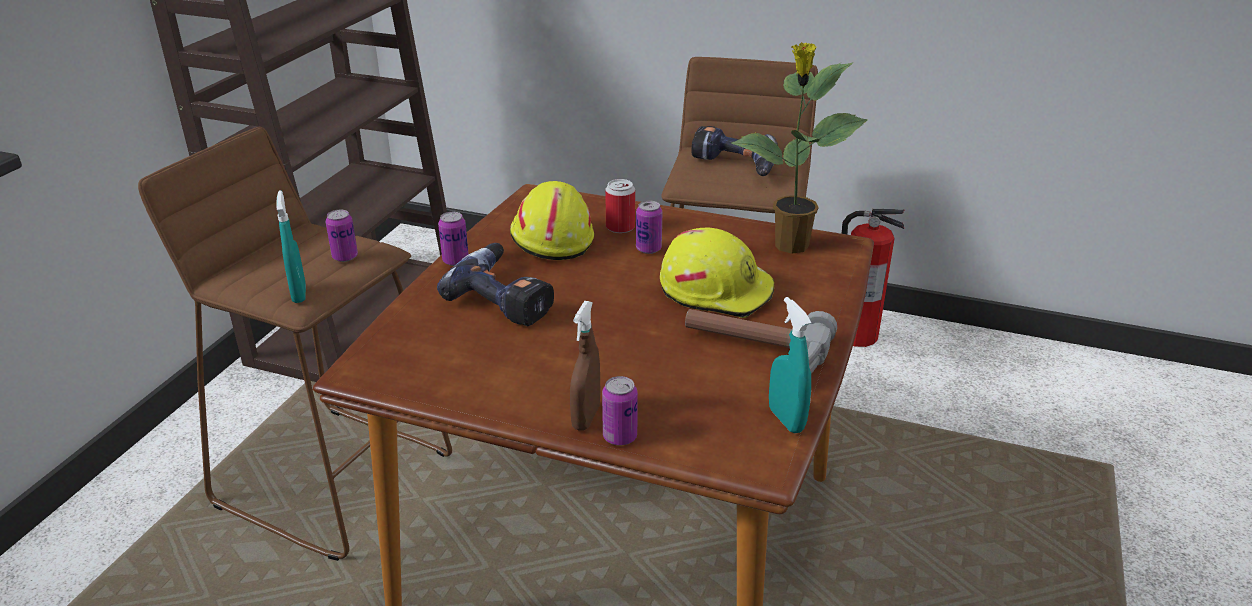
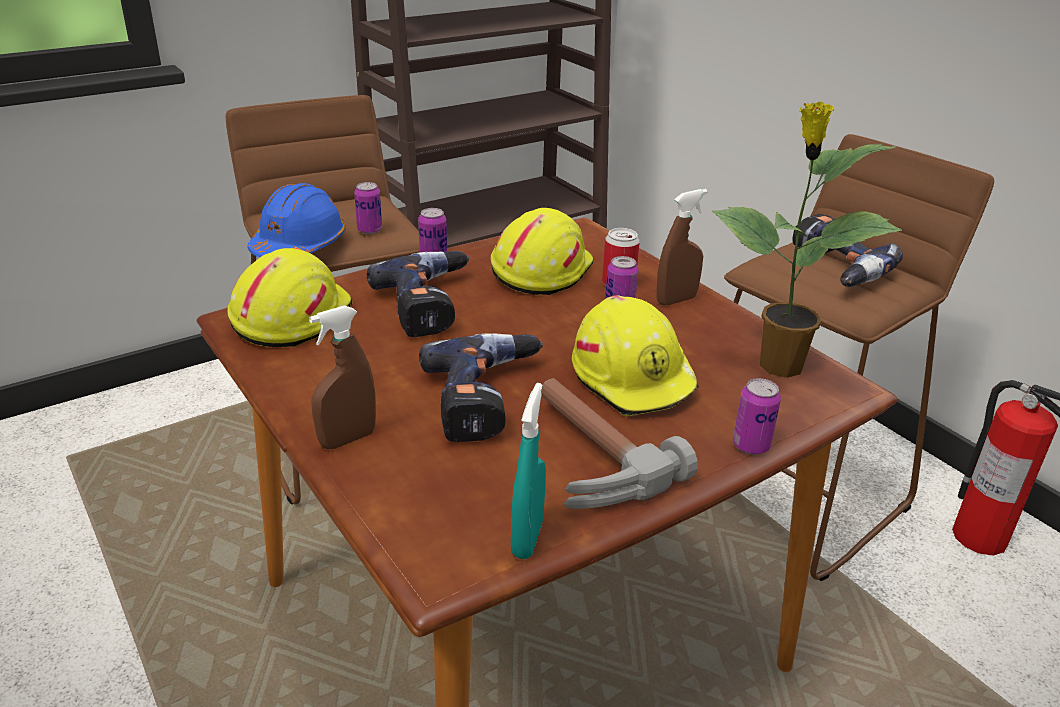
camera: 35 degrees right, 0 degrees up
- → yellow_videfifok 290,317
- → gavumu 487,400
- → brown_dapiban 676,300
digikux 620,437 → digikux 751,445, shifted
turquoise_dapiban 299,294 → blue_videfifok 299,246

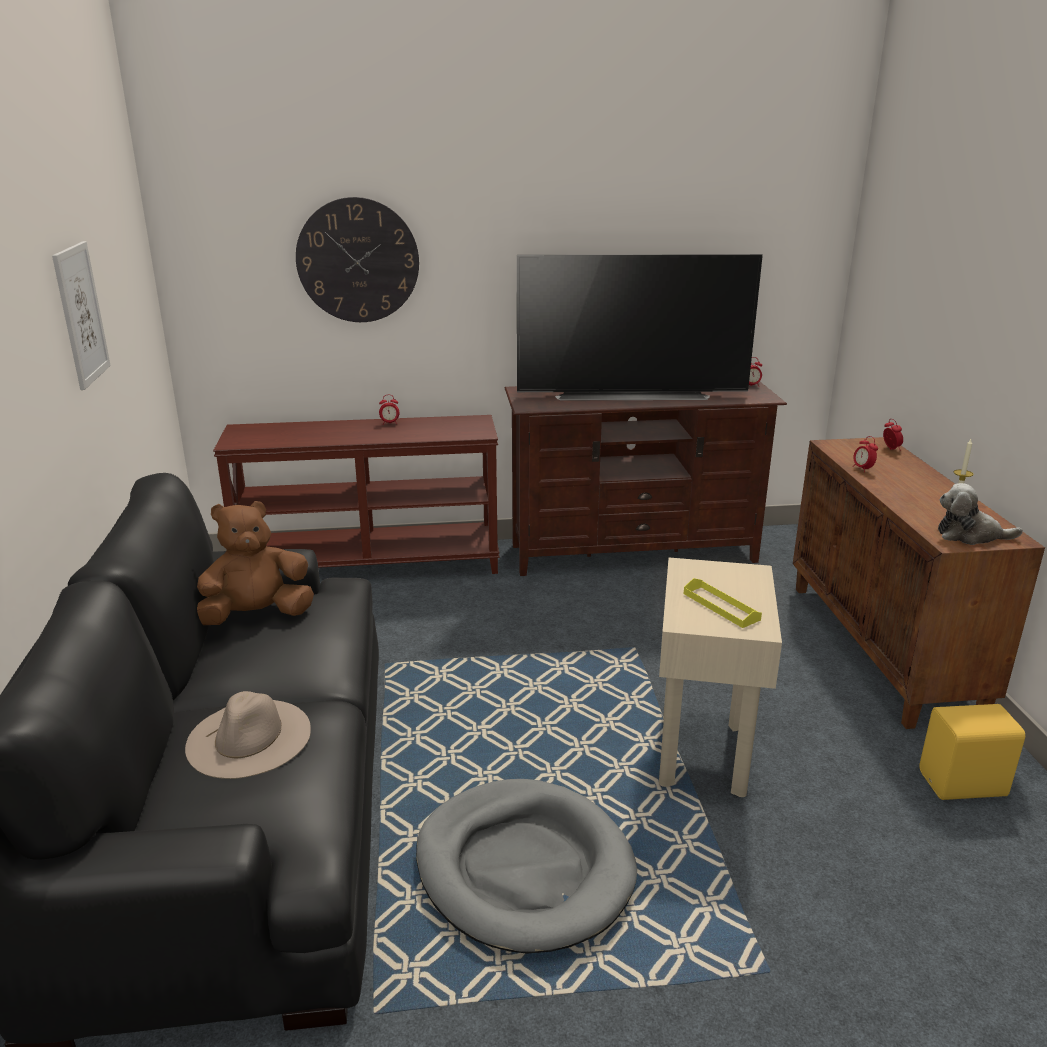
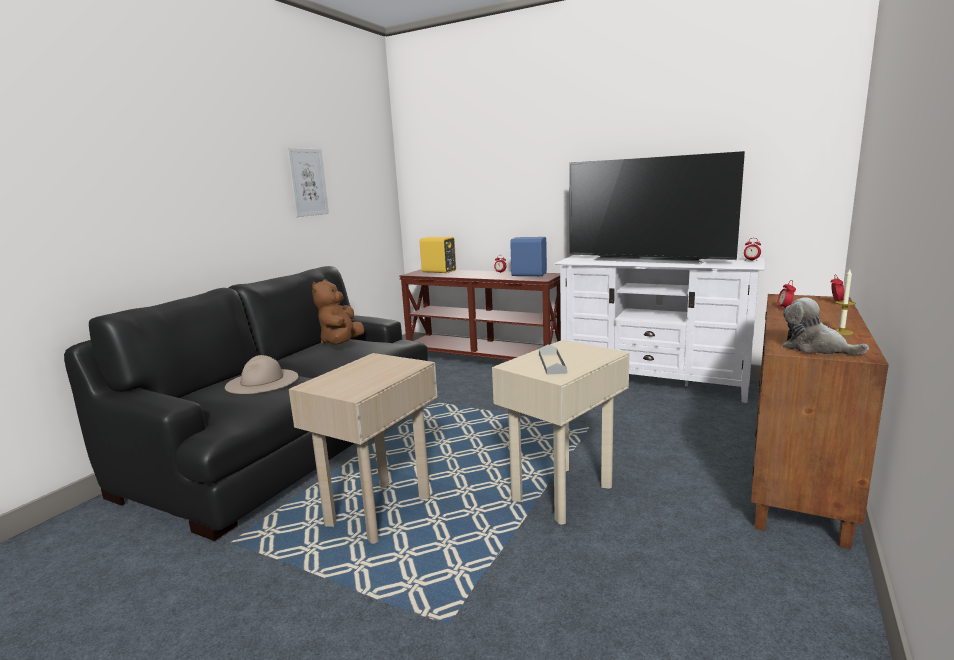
camera: 35 degrees right, 10 degrees down
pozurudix 358,261 → -
- → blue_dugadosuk 528,274
yellow_dugadosuk 964,785 → yellow_dugadosuk 439,271, shifted
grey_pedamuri 524,868 → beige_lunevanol 380,511
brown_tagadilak 633,553 → white_tagadilak 652,381
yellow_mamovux 721,606 → grey_mamovux 552,363
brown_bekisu 256,616 → brown_bekisu 341,343, 90 degrees counterclockwise

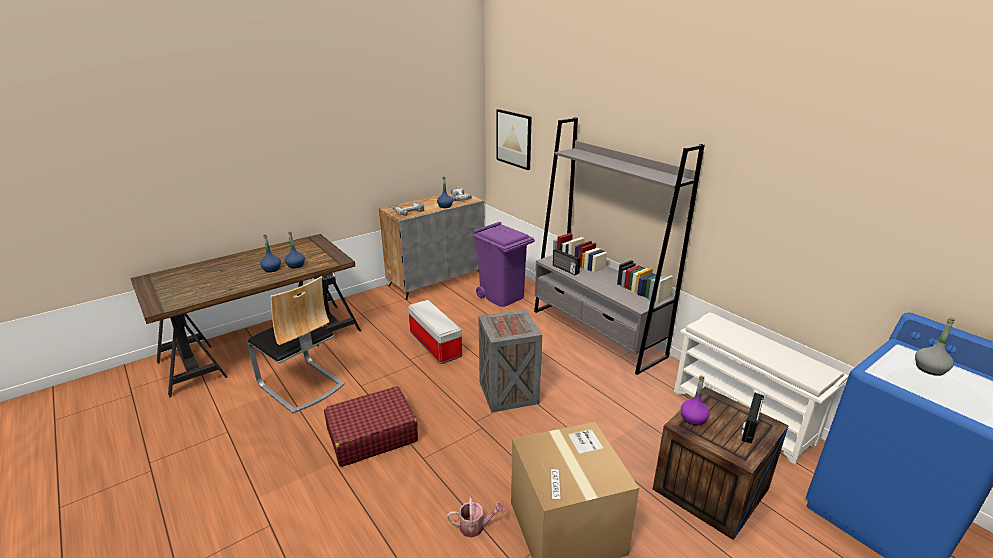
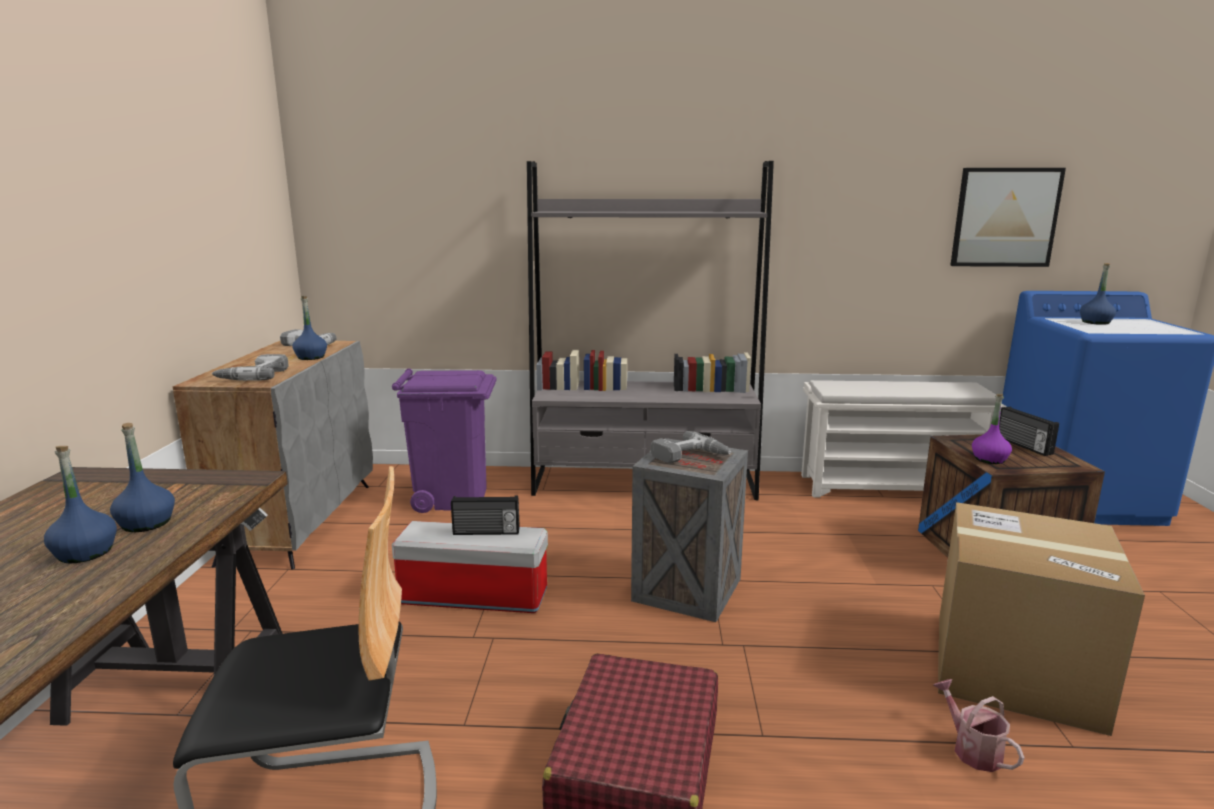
camera: 50 degrees left, 10 degrees down
- → gavumu 690,457
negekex 514,139 → negekex 1005,217, shifted
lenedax 565,269 → lenedax 486,532, shifted
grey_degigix 930,369 → blue_degigix 1095,322
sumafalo 475,526 → sumafalo 972,749, 60 degrees counterclockwise

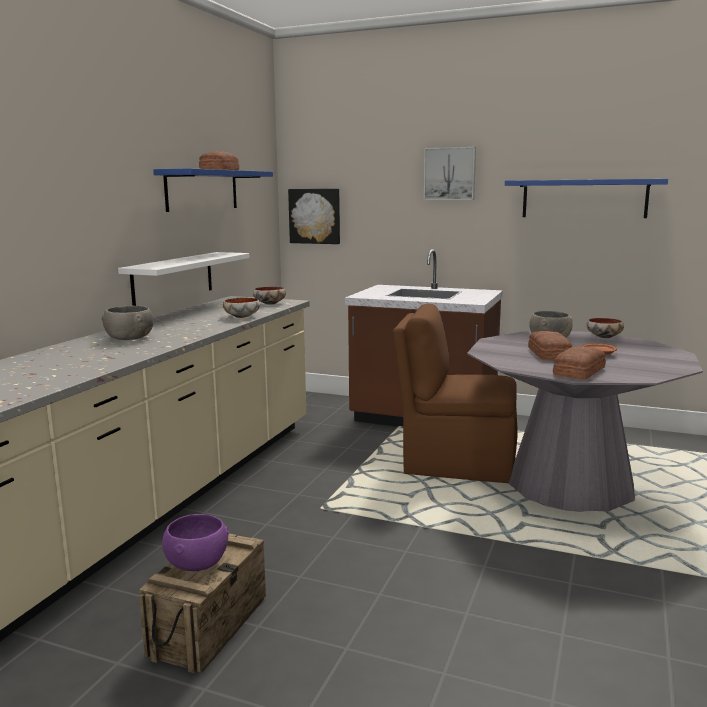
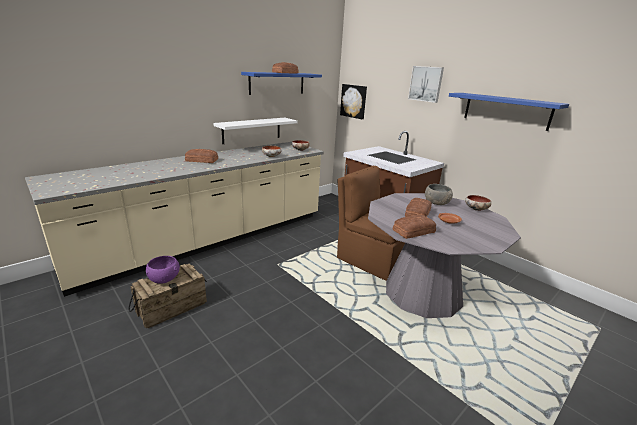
camera: 25 degrees right, 10 degrees up
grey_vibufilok 129,338 → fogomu 201,160

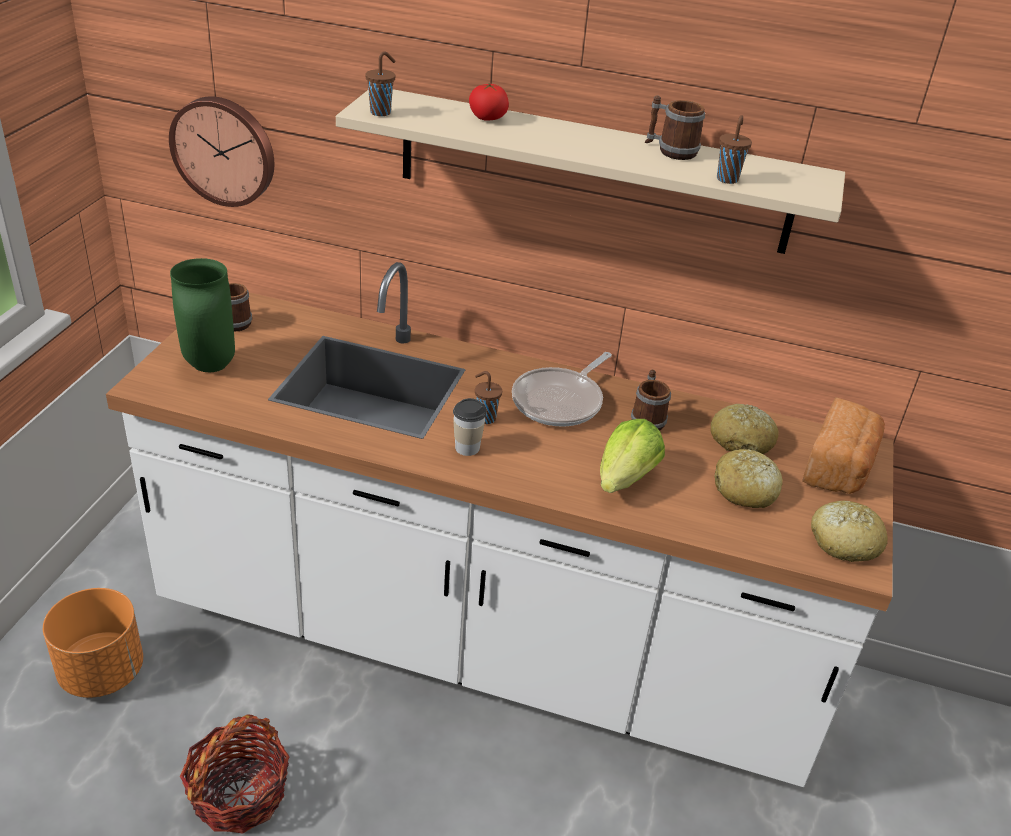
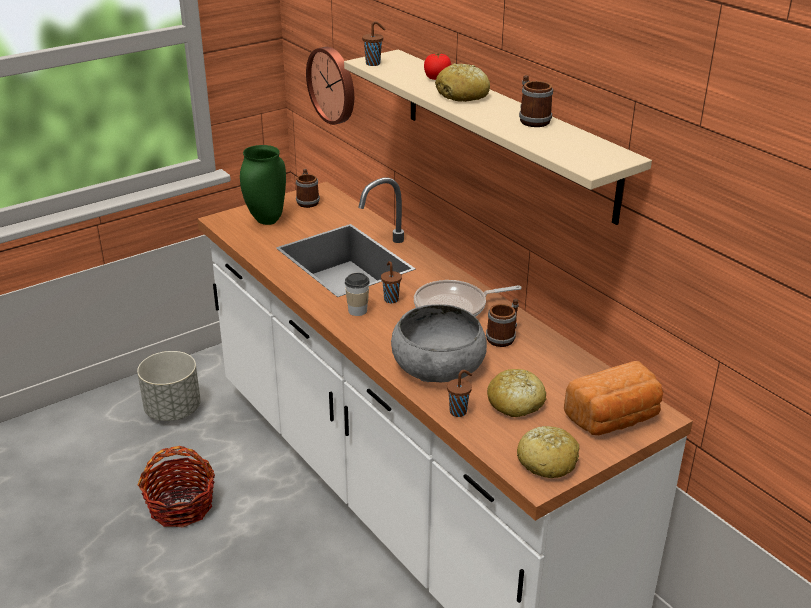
camera: 40 degrees right, 5 degrees down
fogomu 742,440 → fogomu 462,95, shifted
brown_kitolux 727,179 → brown_kitolux 459,411, shifted
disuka 626,478 → grey_vibufilok 438,364
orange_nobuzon 102,671 → grey_nobuzon 173,410

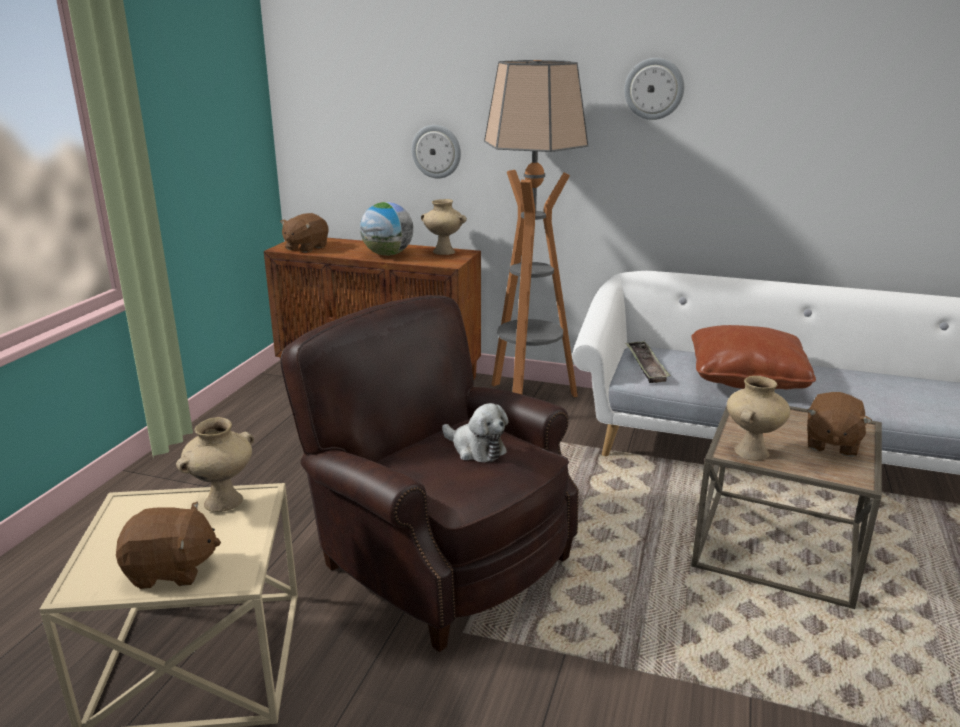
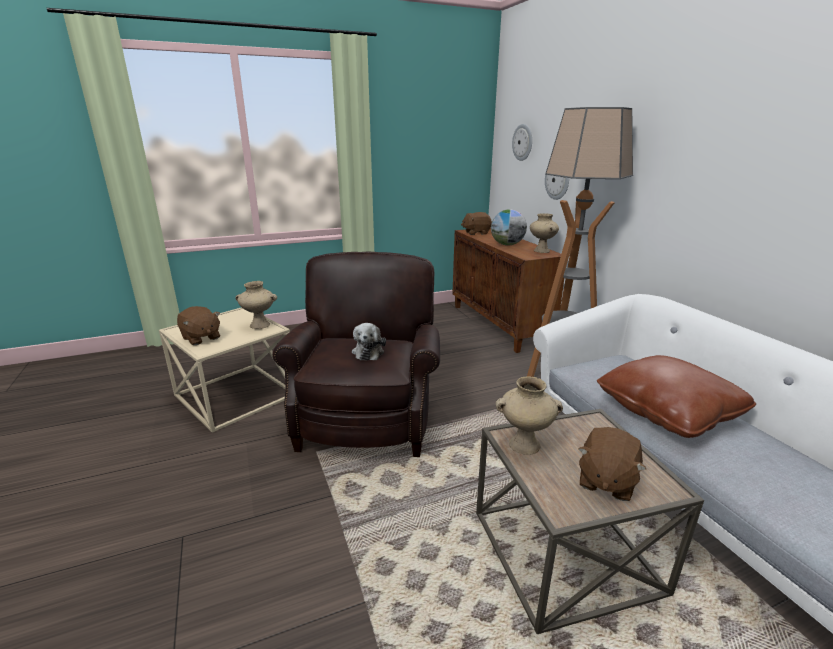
camera: 50 degrees right, 0 degrees up
mamovux 646,365 → -
pozurudix 654,89 → pozurudix 523,142, shifted
brown_bekisu 831,444 → brown_bekisu 605,480, 45 degrees counterclockwise

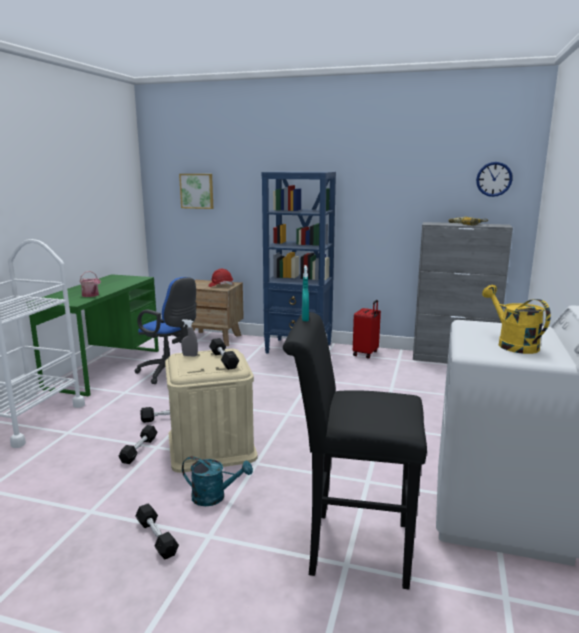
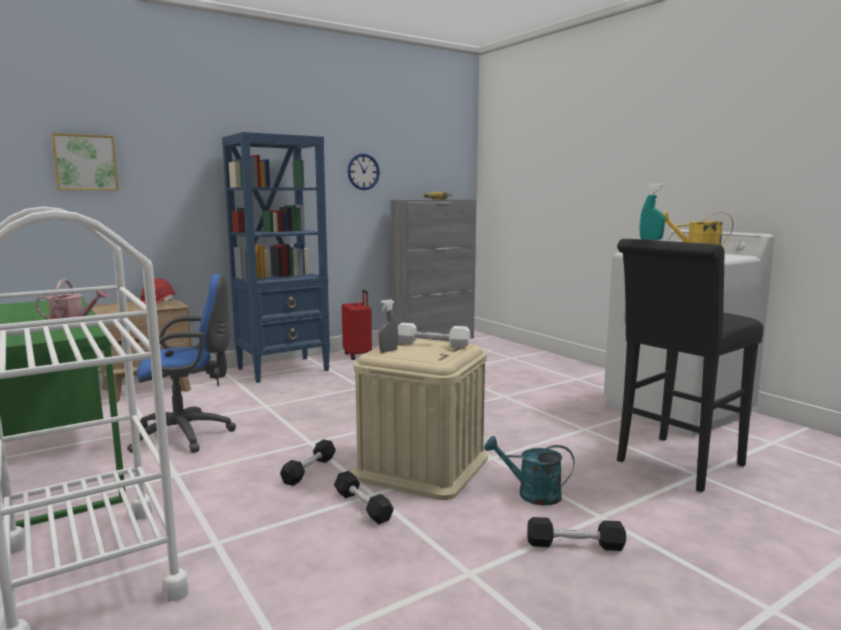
camera: 50 degrees left, 5 degrees down
pozurudix 494,179 → pozurudix 363,171, shifted
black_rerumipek 224,360 → white_rerumipek 432,344
turquoise_sumafalo 214,497 → turquoise_sumafalo 531,494, 120 degrees counterclockwise

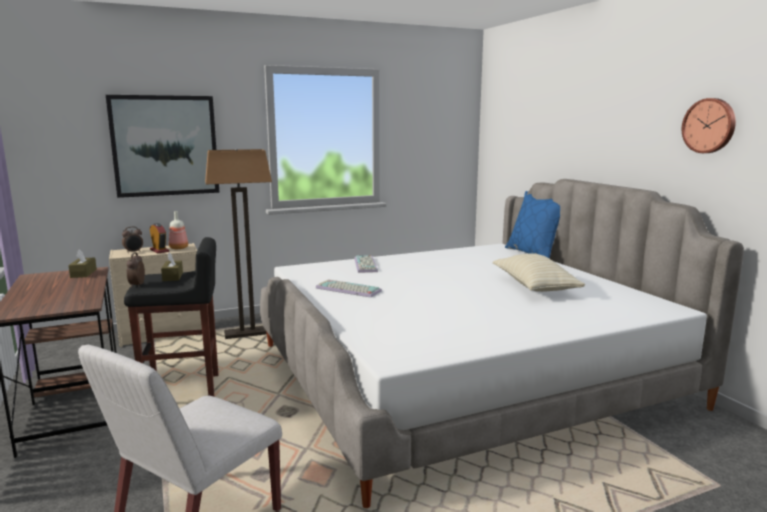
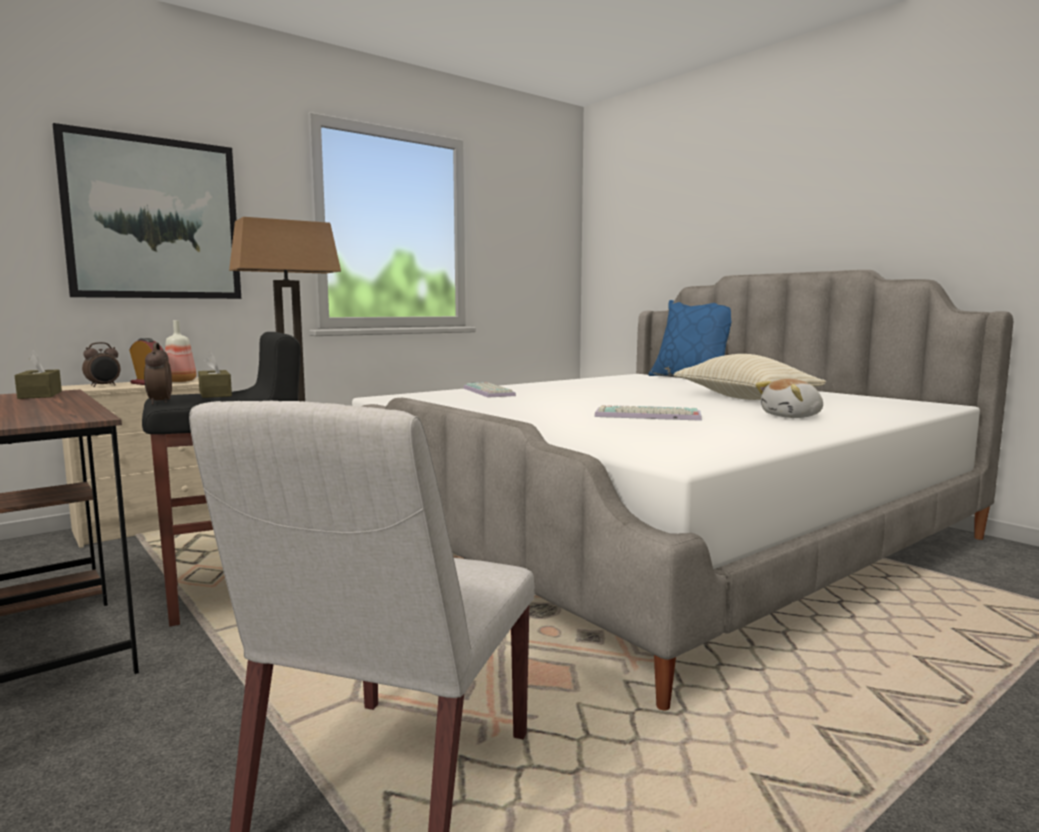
camera: 15 degrees left, 5 degrees down
pozurudix 709,126 → -
- → bekisu 792,416
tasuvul 347,290 → tasuvul 646,416, shifted

